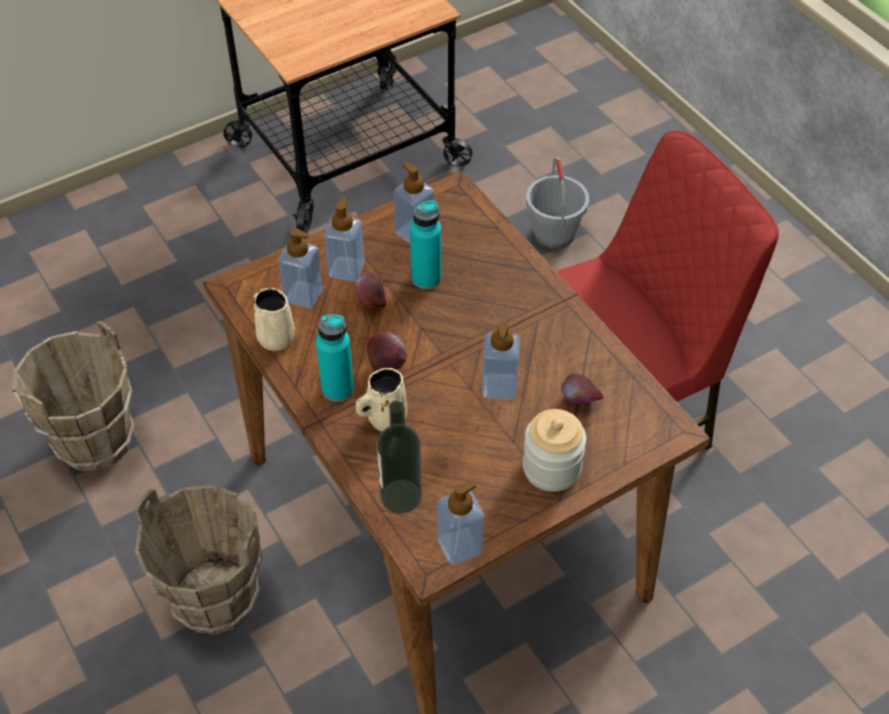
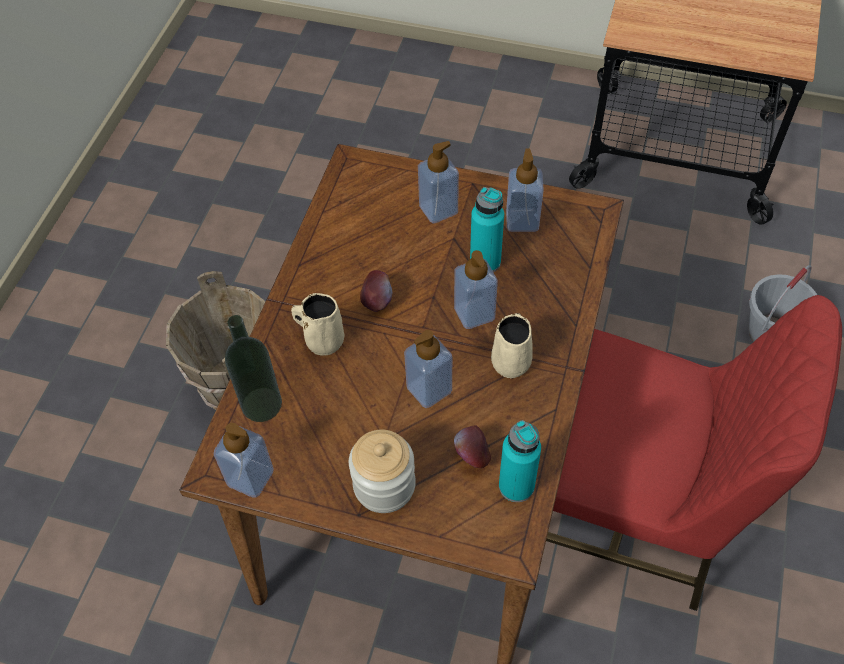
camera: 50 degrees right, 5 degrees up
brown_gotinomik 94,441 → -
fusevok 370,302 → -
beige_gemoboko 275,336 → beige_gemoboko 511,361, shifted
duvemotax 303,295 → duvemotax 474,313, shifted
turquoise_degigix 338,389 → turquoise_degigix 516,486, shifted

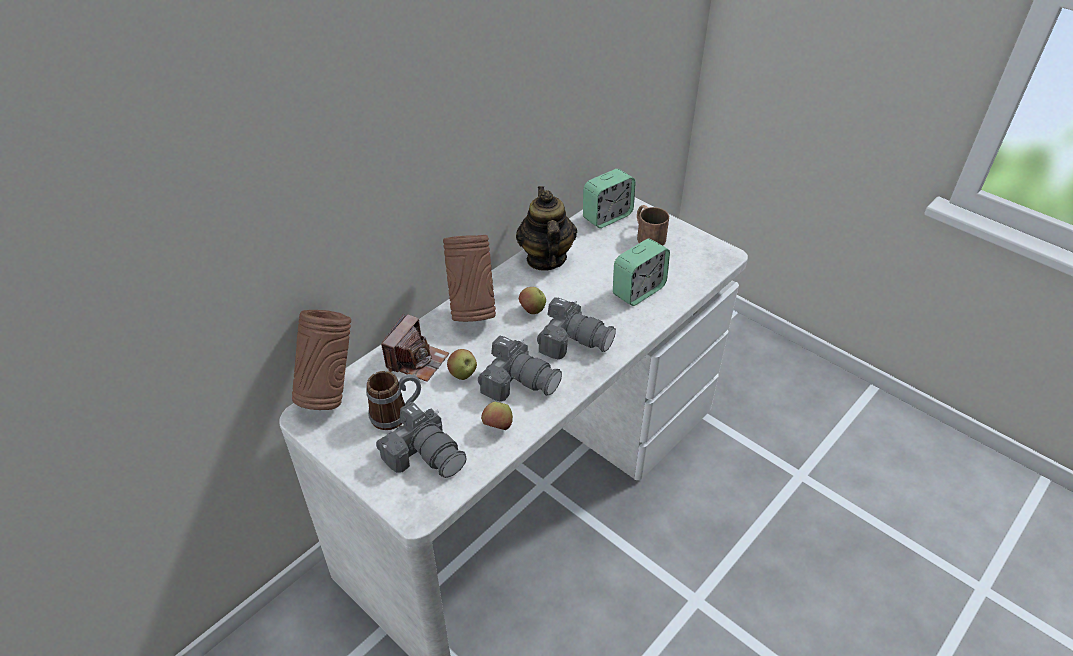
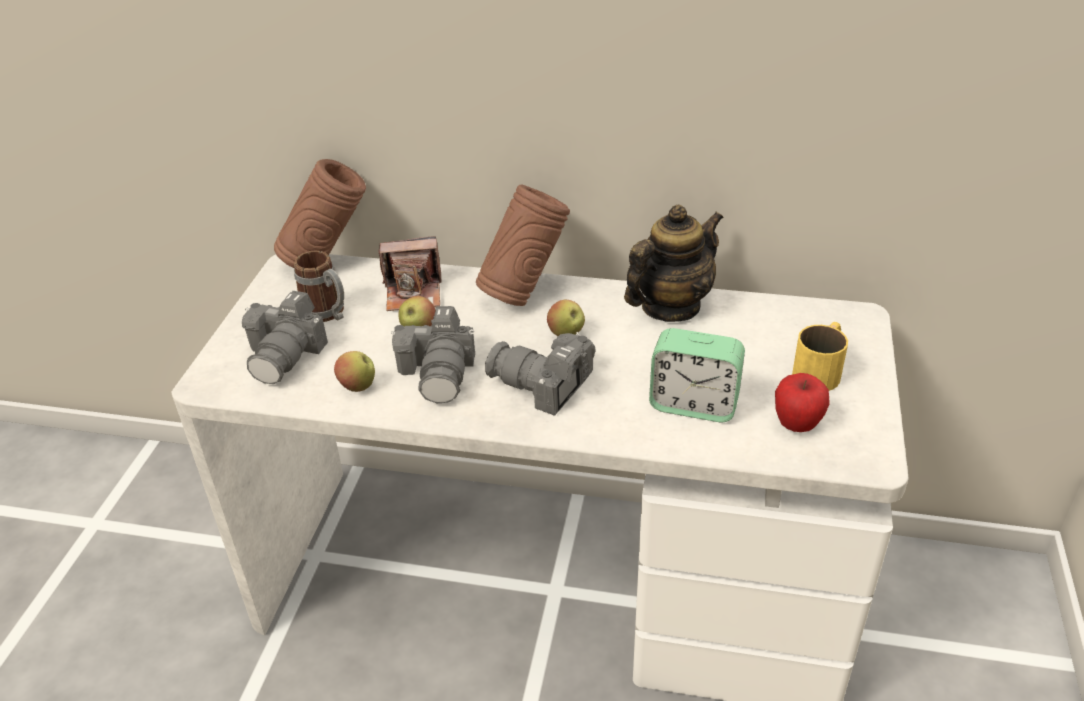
camera: 60 degrees right, 5 degrees down
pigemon 607,217 → -
- → fusevok 797,425
brown_gemoboko 647,235 → yellow_gemoboko 821,369
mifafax 573,341 → mifafax 544,386, 120 degrees clockwise

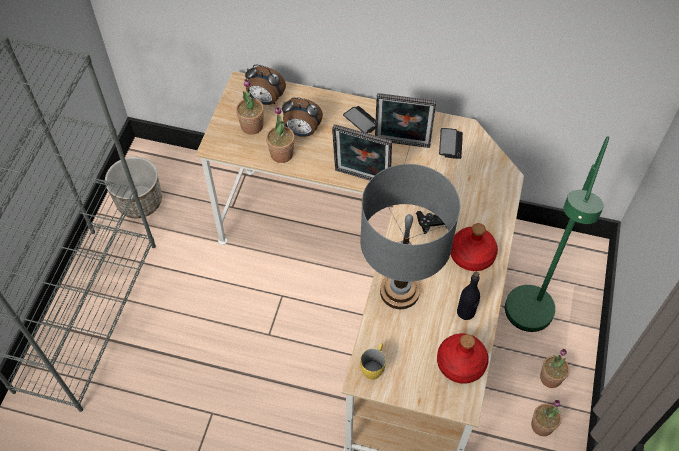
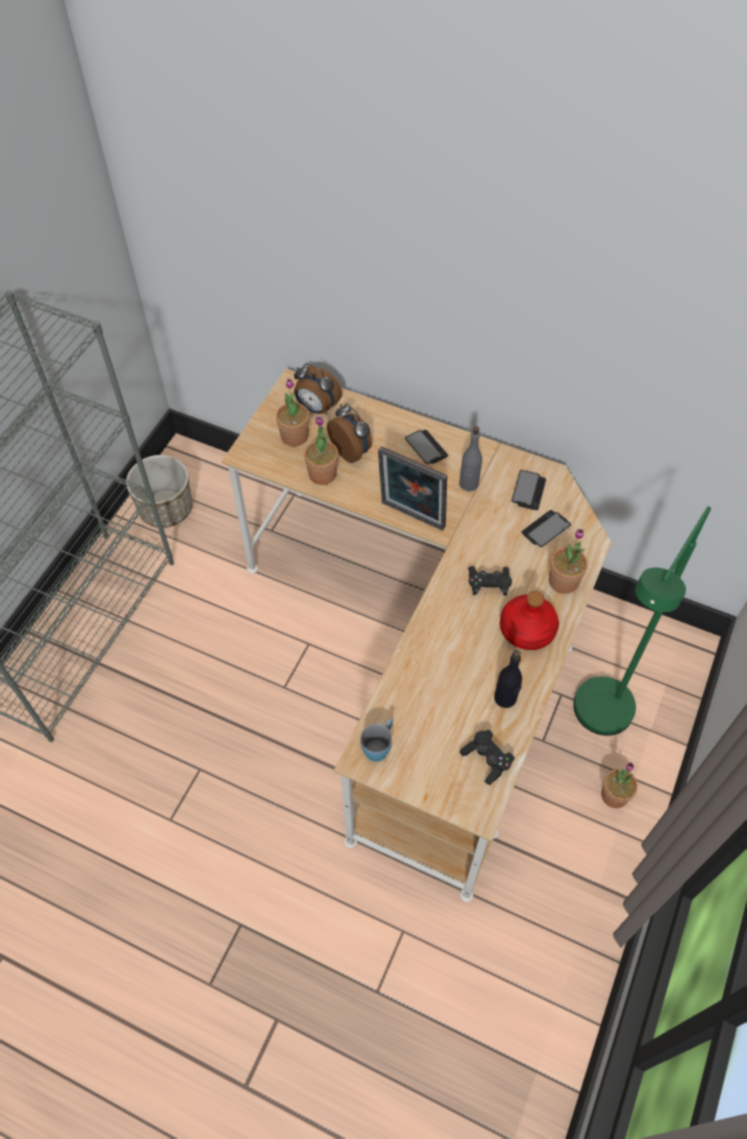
camera: 10 degrees right, 0 degrees up
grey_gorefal 400,291 → -
- → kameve 545,529
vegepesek 542,425 → vegepesek 563,581, shifted
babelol 402,145 → grey_degigix 468,484
red_degigix 461,363 → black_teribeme 487,759
yellow_gemoboko 374,366 → blue_gemoboko 379,746
pigemon 301,132 → pigemon 351,451, 150 degrees counterclockwise

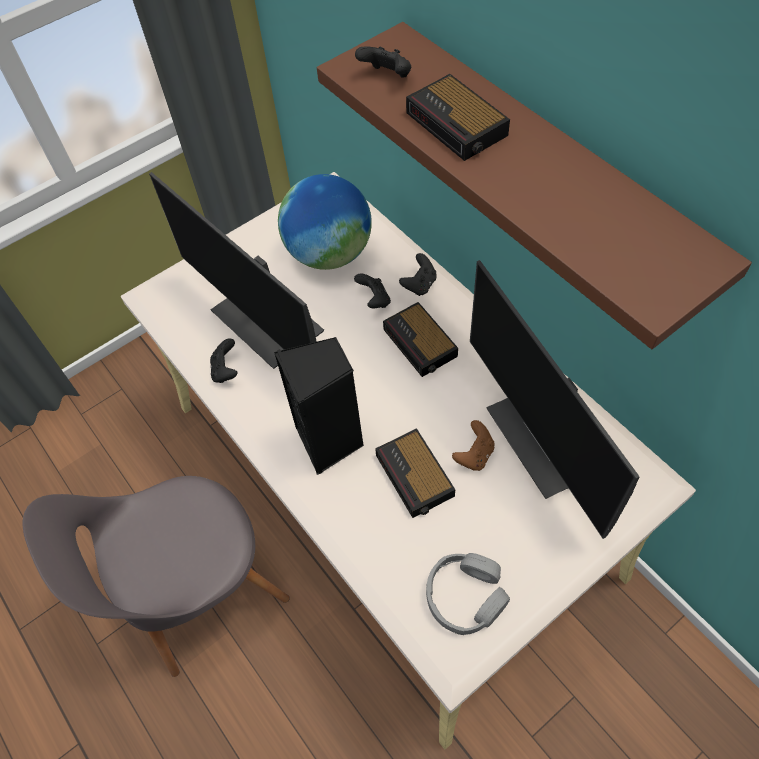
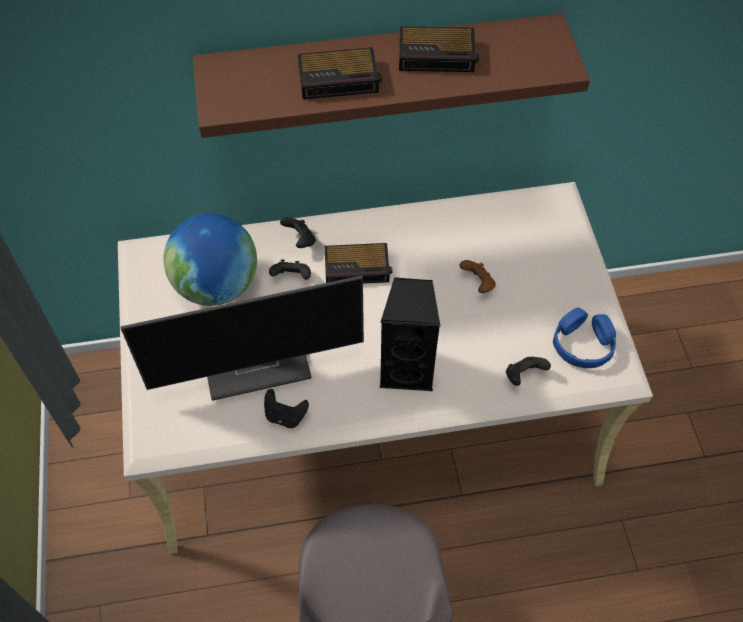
camera: 65 degrees left, 0 degrees up
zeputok 547,441 → -
black_teribeme 387,77 → black_teribeme 523,376, shifted
pigemon 415,477 → pigemon 438,55, shifted
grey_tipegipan 465,596 → blue_tipegipan 582,344

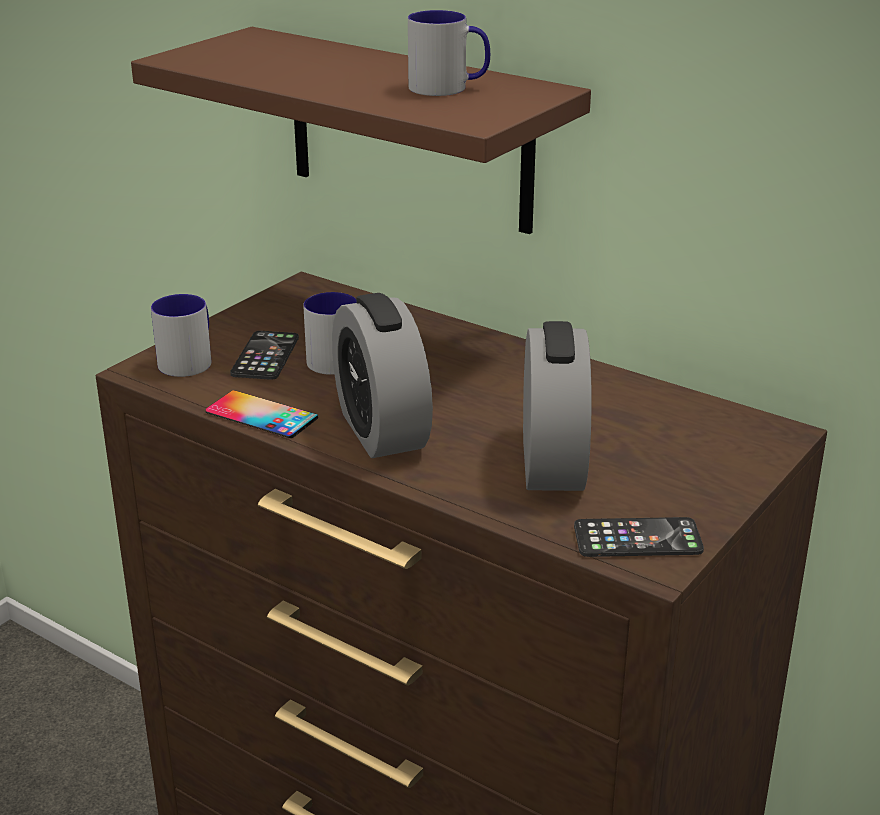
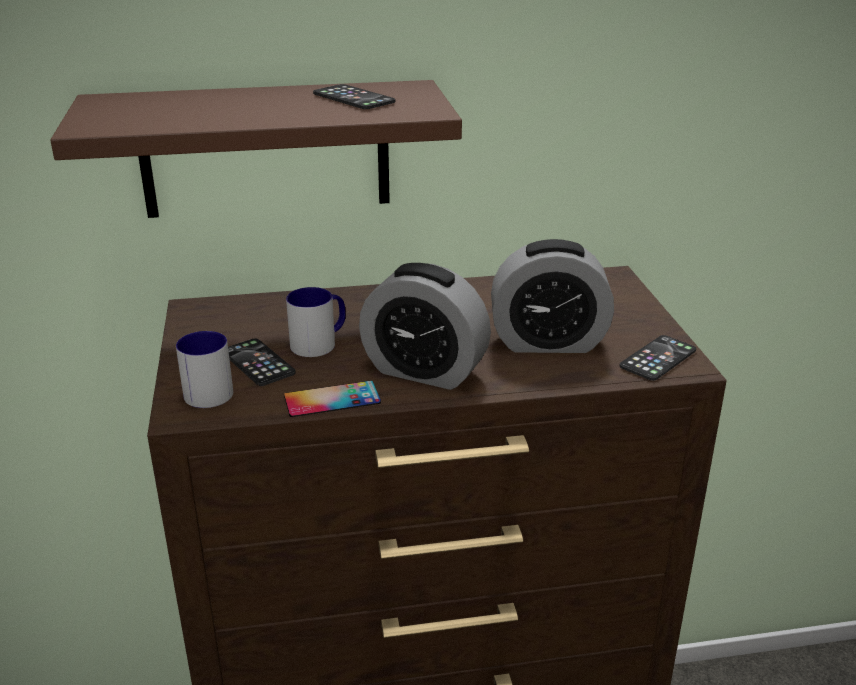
camera: 45 degrees left, 0 degrees up
gemoboko 449,88 → kameve 353,98
pigemon 552,463 → pigemon 548,342, 135 degrees clockwise

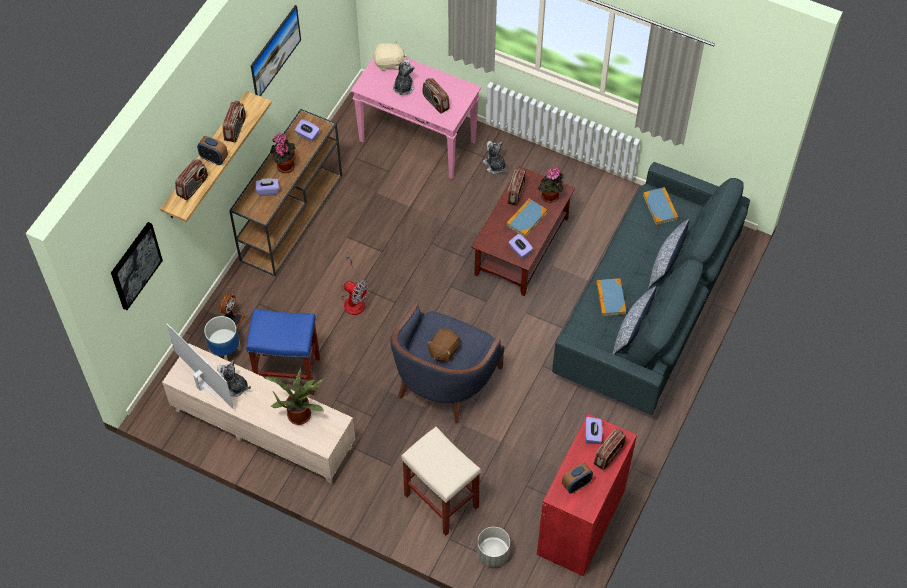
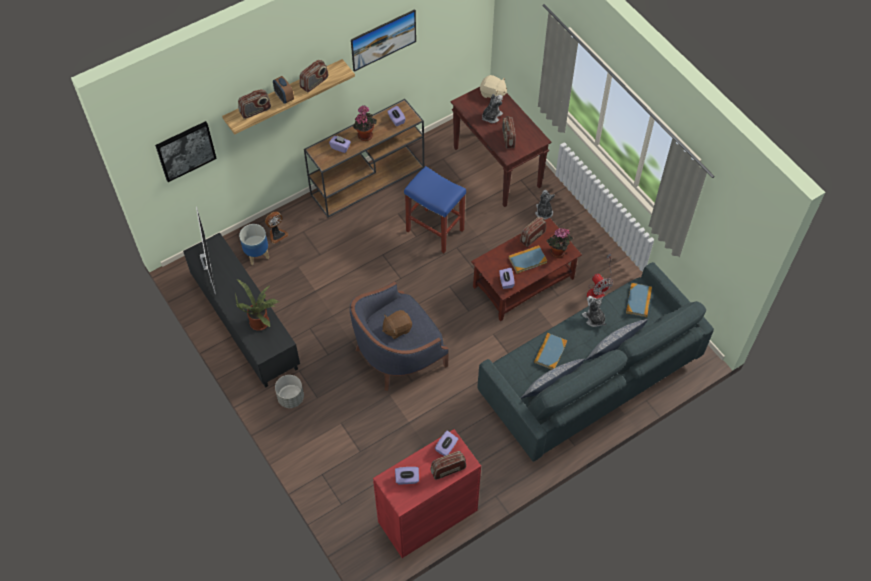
camera: 30 degrees right, 0 degrees up
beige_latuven 442,501 → -
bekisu 234,386 → bekisu 594,318, shifted
blue_latuven 289,373 → blue_latuven 436,230, shifted
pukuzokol 353,299 → pukuzokol 597,291, shifted
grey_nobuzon 492,553 → grey_nobuzon 290,398, shifted
pigemon 576,484 → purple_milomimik 407,479
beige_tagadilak 263,429 → black_tagadilak 245,323
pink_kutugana 418,141 → brown_kutugana 497,168

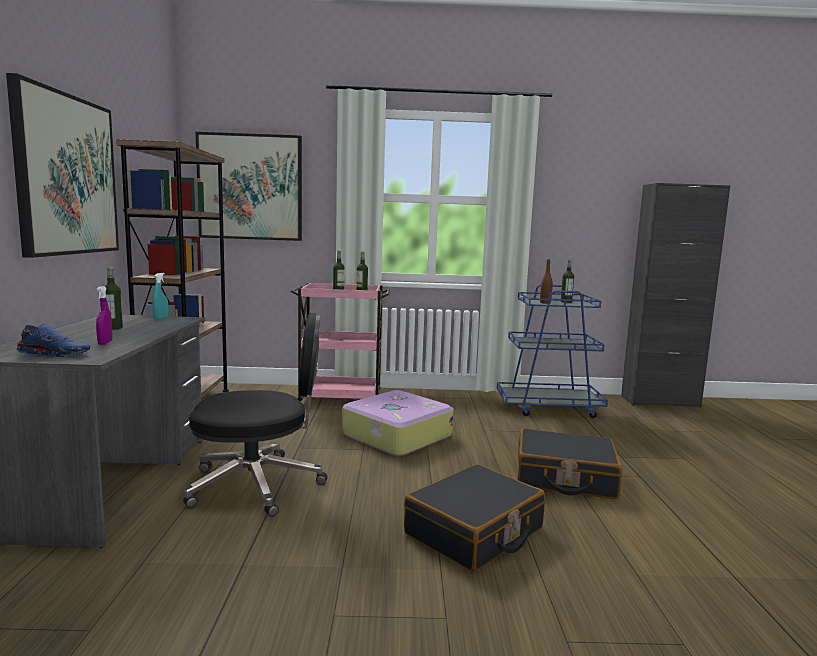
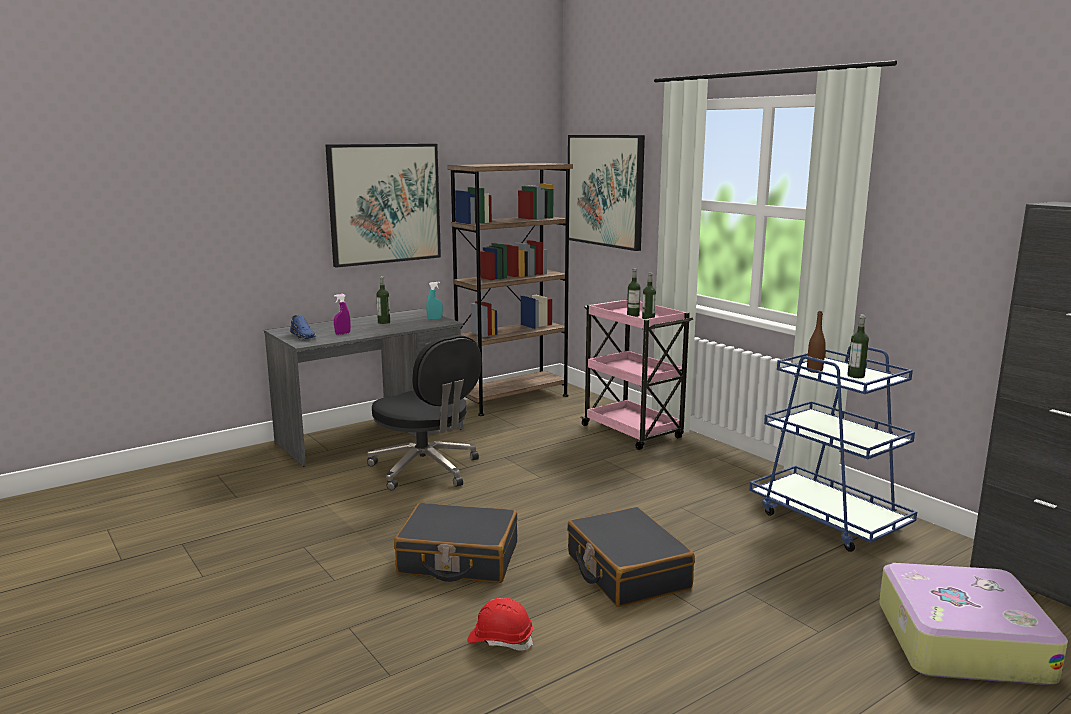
camera: 55 degrees right, 5 degrees up
- → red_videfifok 500,640
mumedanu 395,435 → mumedanu 959,640, shifted

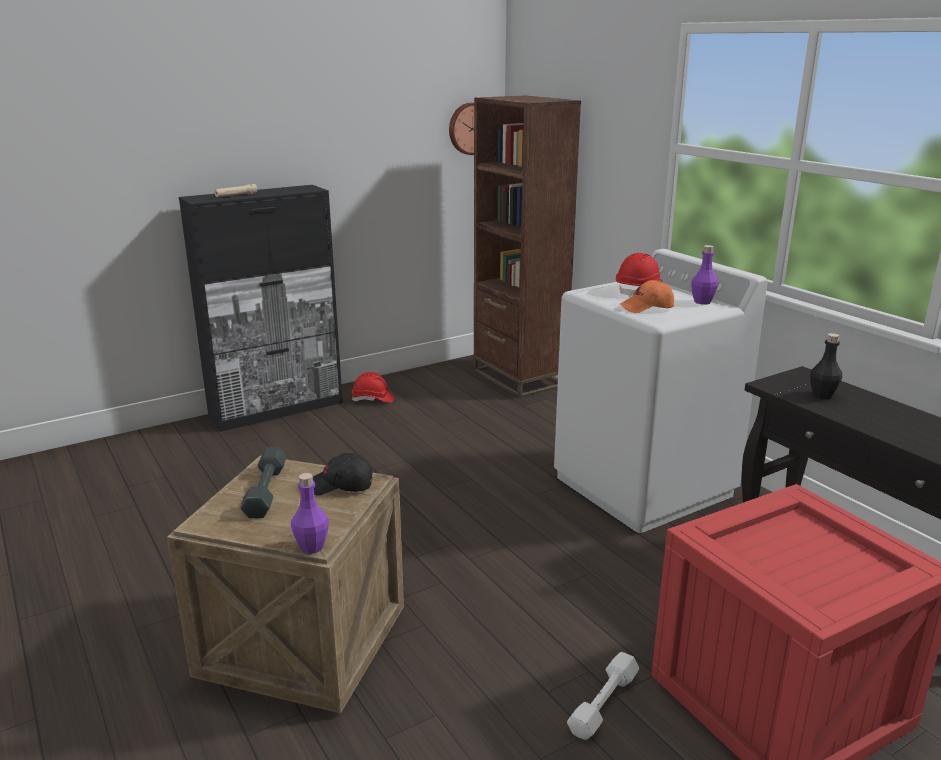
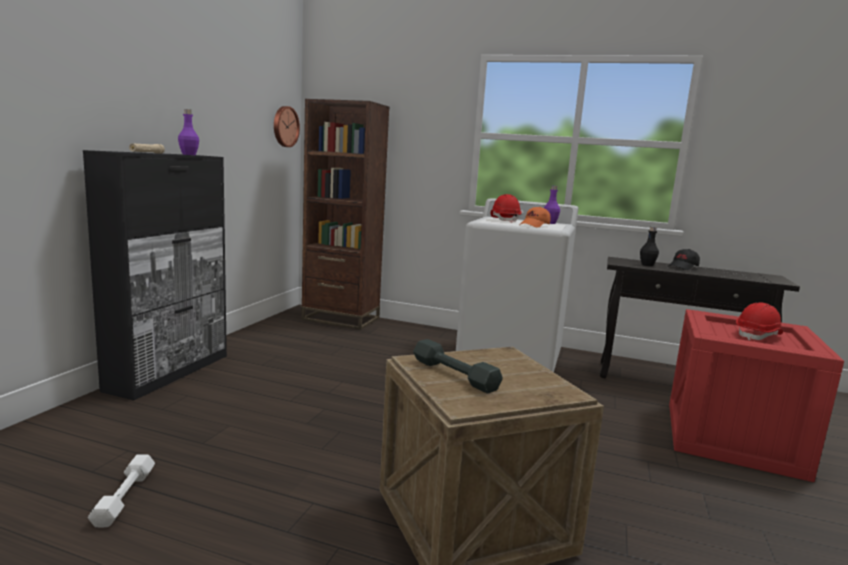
camera: 40 degrees left, 10 degrees down
purple_degigix 311,547 → purple_degigix 189,154, shifted
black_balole 340,486 → black_balole 683,267, shifted
red_videfifok 373,399 → red_videfifok 758,336, shifted
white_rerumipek 604,703 → white_rerumipek 125,497, shifted

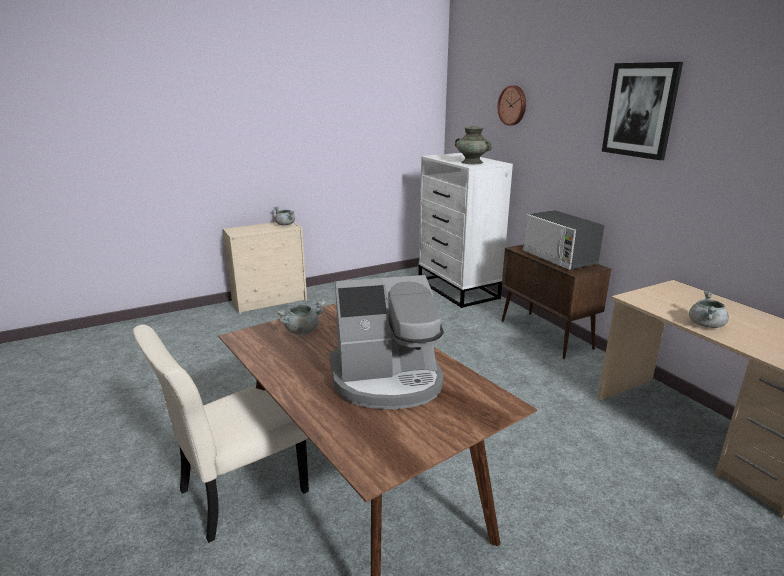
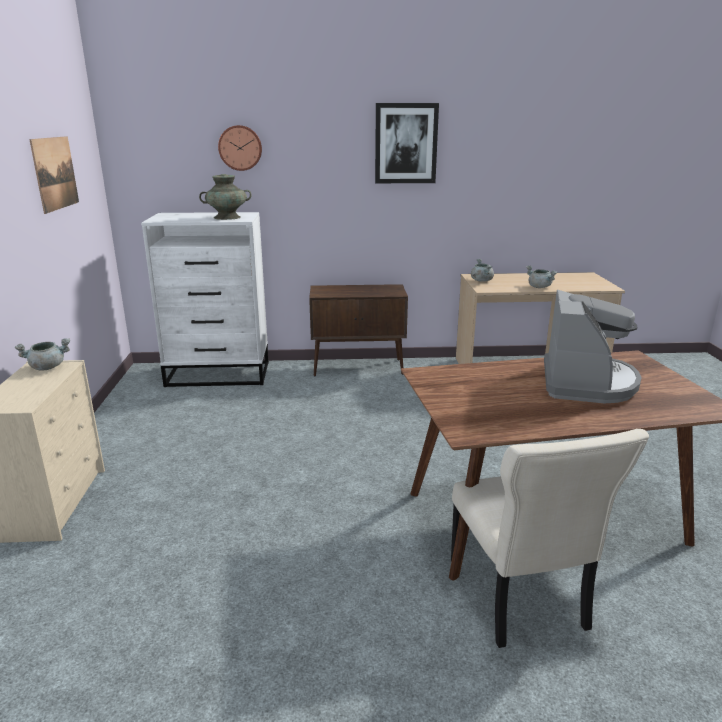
camera: 65 degrees left, 0 degrees up
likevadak 559,258 → -
- → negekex 55,173
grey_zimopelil 302,331 → grey_zimopelil 481,280, shifted

